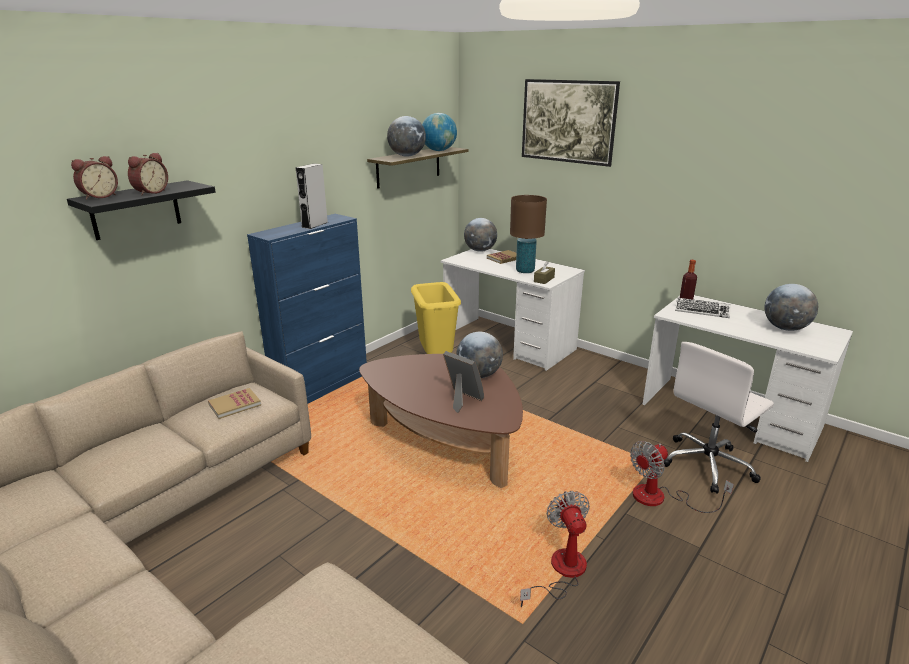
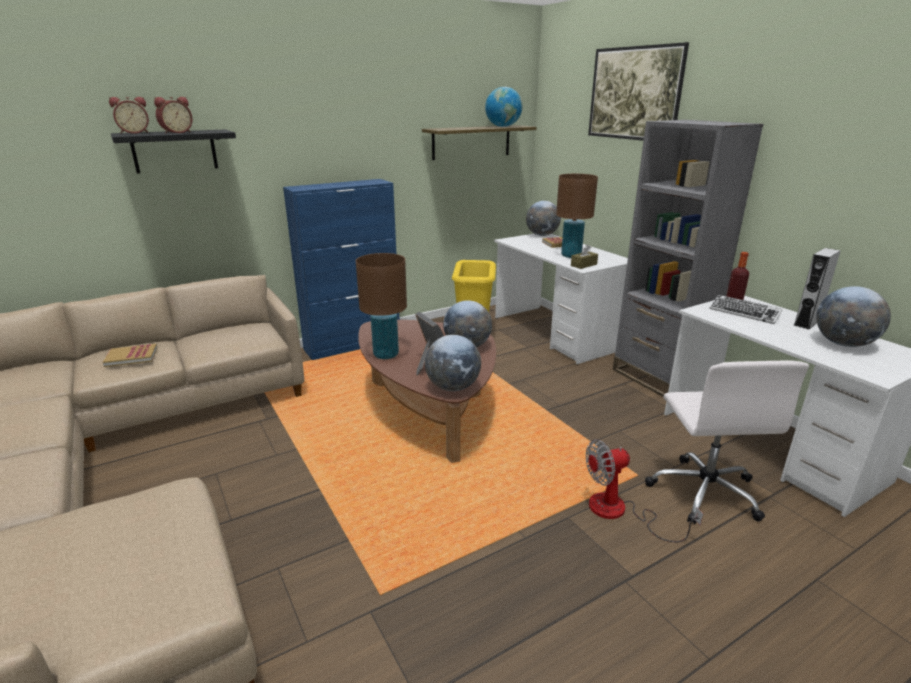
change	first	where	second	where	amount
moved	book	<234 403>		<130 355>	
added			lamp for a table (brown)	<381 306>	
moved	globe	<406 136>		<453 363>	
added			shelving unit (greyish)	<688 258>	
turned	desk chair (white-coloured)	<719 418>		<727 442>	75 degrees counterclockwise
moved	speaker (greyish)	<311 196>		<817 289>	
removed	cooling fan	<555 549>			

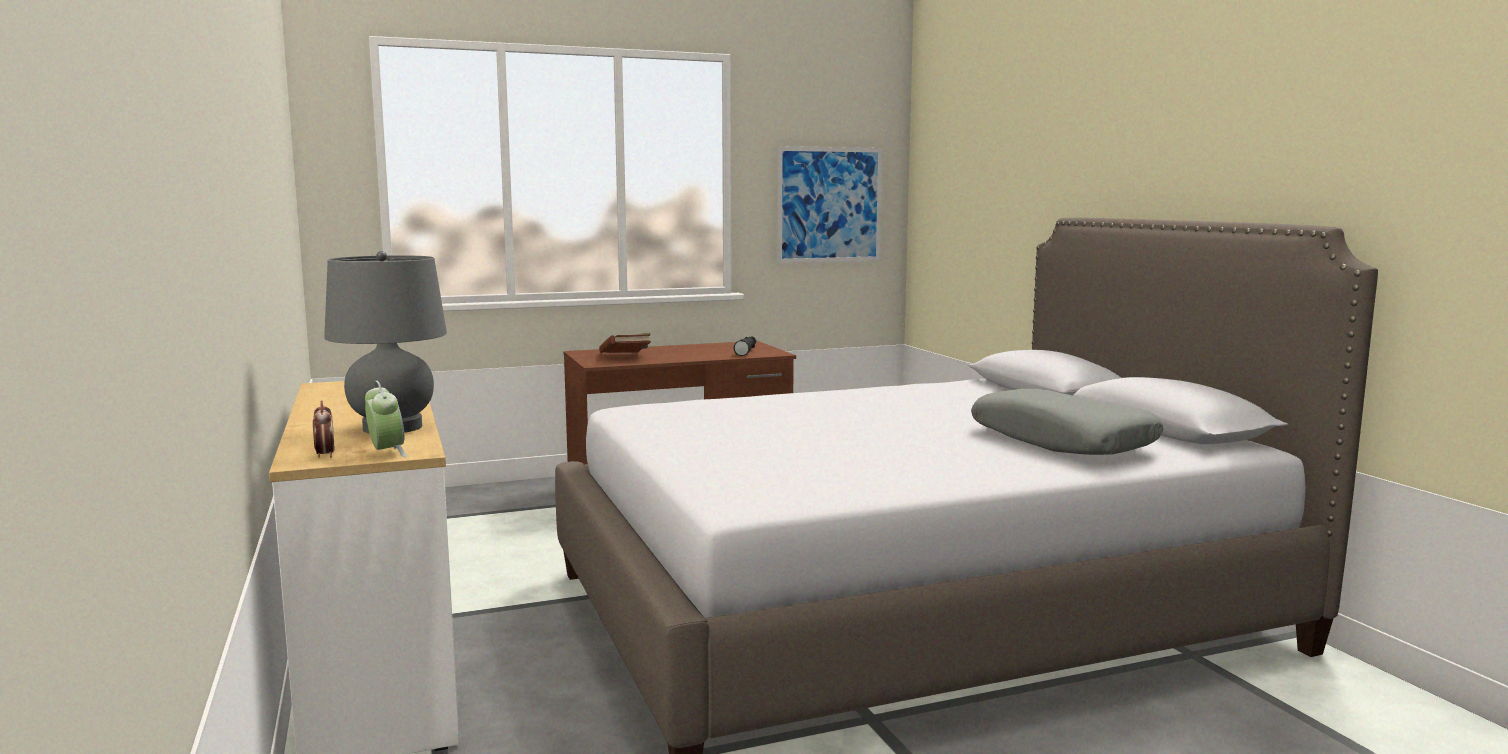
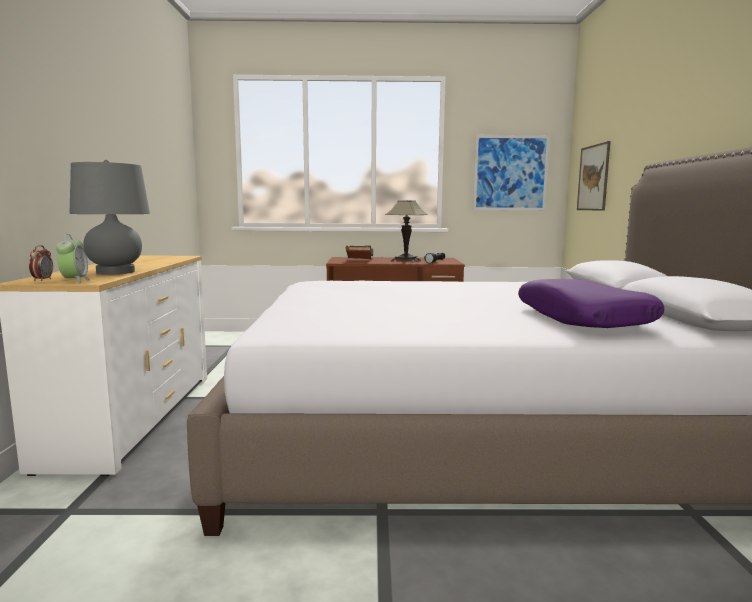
change	first	where	second	where	amount
added			lamp for a table	<406 231>	
recoloured	pillow (greyish)	<1067 422>	pillow (purple-coloured)	<591 303>	
added			picture	<594 176>	

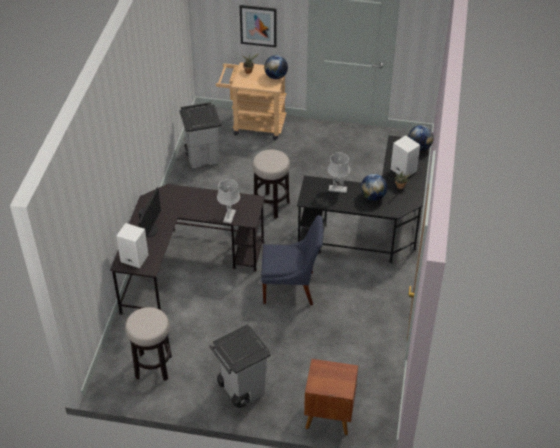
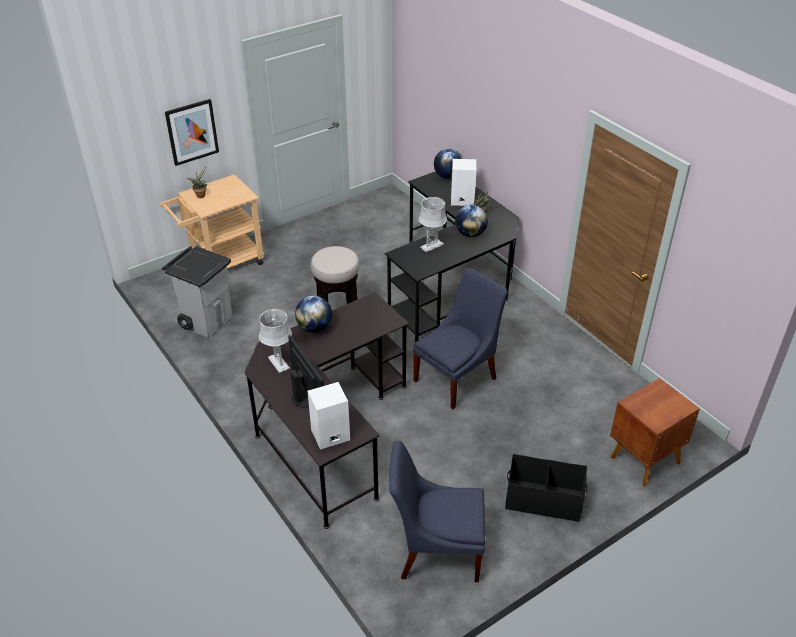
change	first	where	second	where	amount
moved	lamp for a table (greyish)	<228 201>		<275 341>	
moved	globe	<276 67>		<313 314>	
replaced	stool	<148 344>	plain chair (blue)	<437 511>	
replaced	waste bin (greyish)	<240 366>	storage bin (black)	<546 488>	

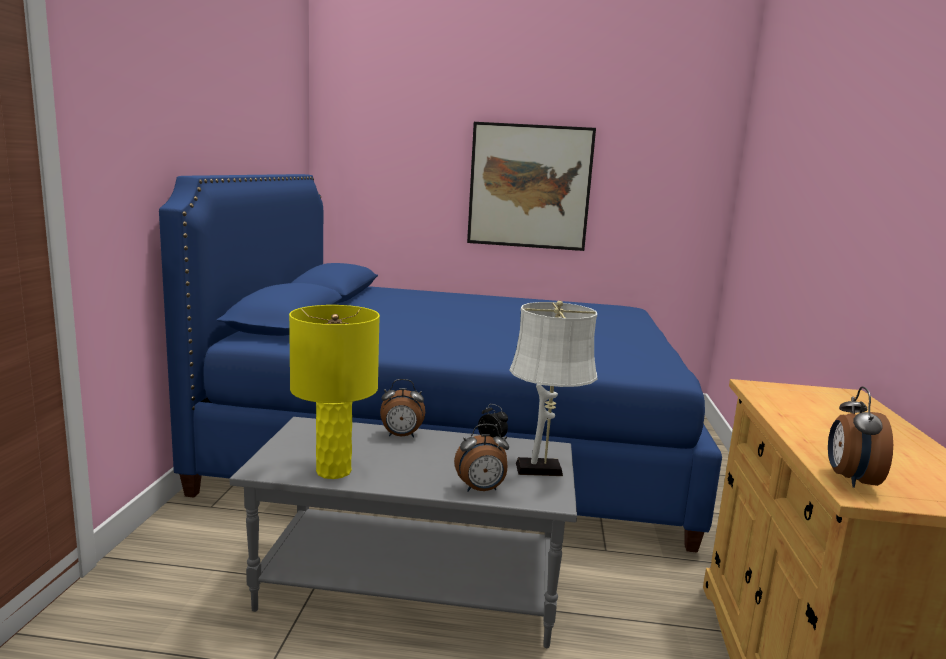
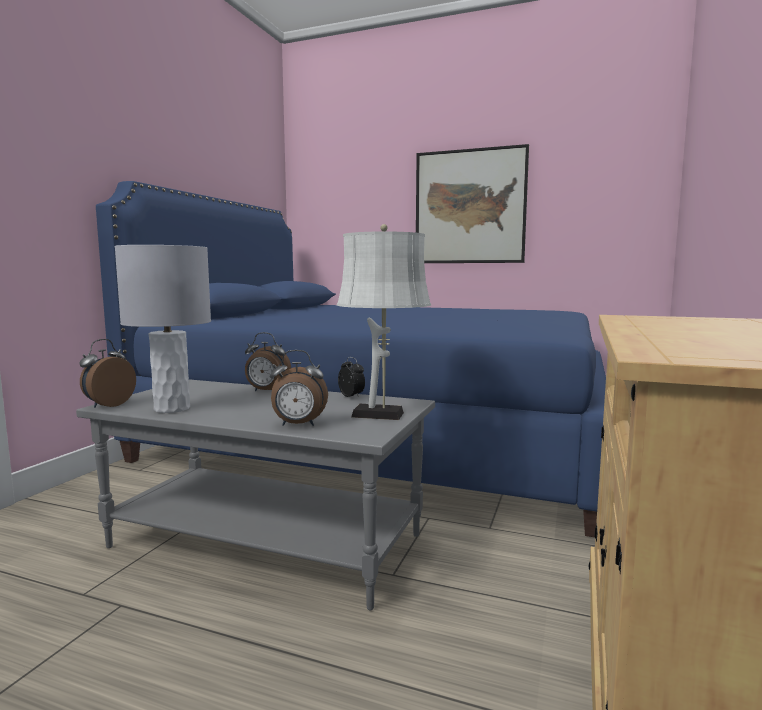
change	first	where	second	where	amount
moved	table clock	<860 437>		<108 373>	
recoloured	lamp for a table (yellowish)	<334 392>	lamp for a table (greyish)	<163 329>	

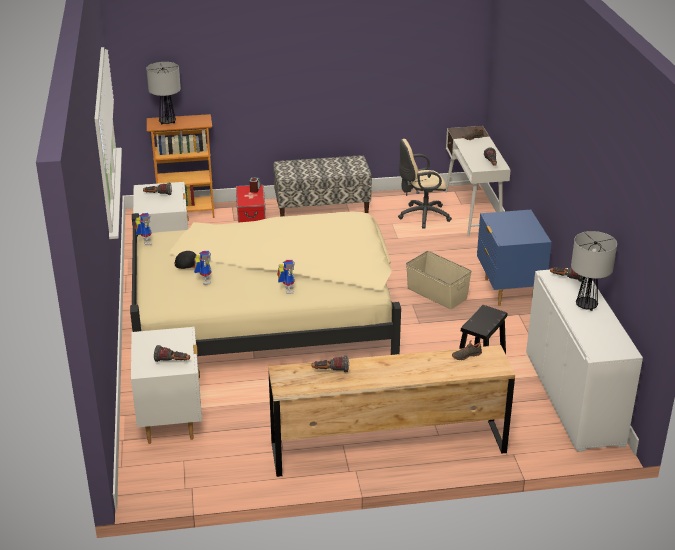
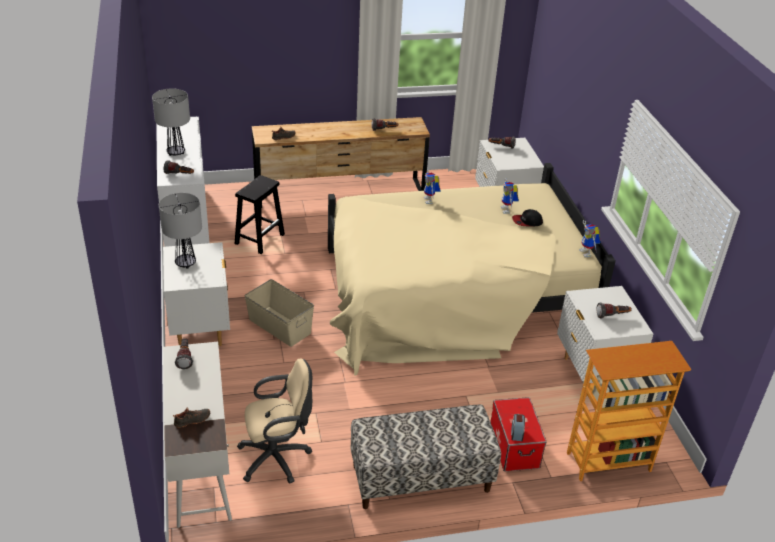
change	first	where	second	where	amount
moved	lamp for a table	<163 93>		<180 231>	
recoloured	nightstand (blue)	<514 258>	nightstand (white-coloured)	<196 294>	

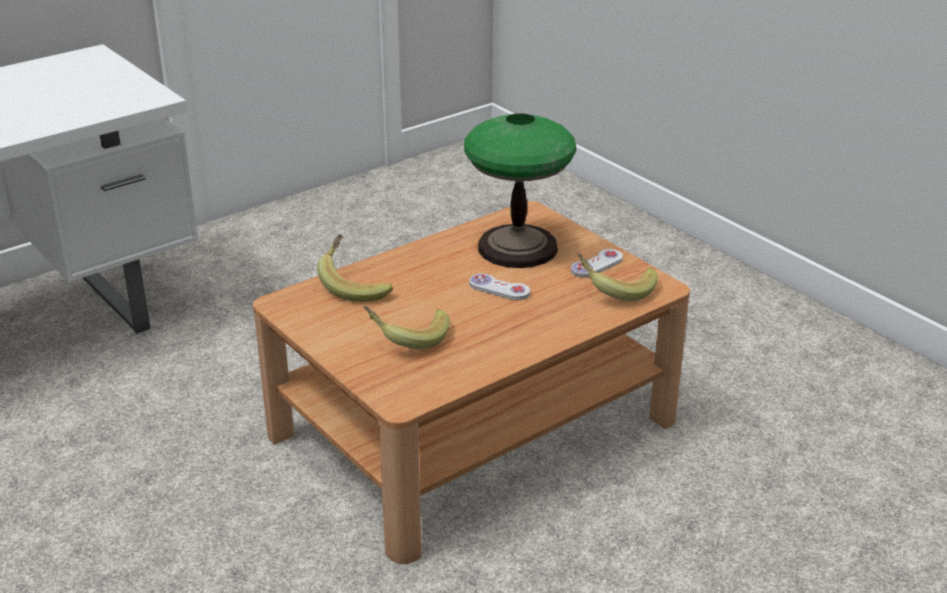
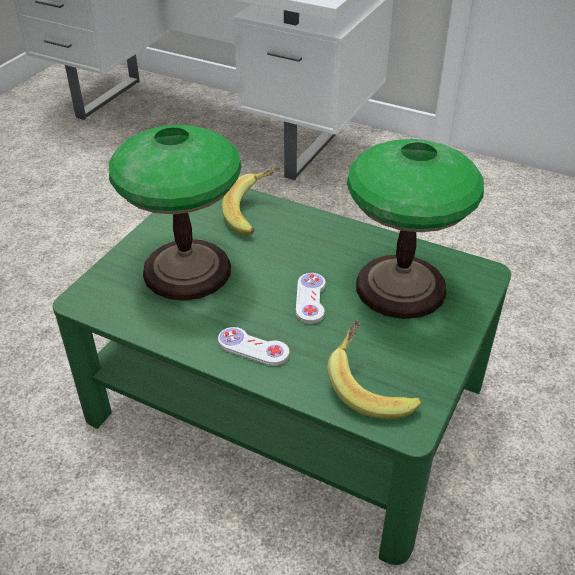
change	first	where	second	where	amount
recoloured	low table (brown)	<471 382>	low table (green)	<282 377>	
replaced	whole banana	<407 327>	lamp for a table	<175 213>	
moved	game controller (white-coloured)	<597 263>		<253 346>	

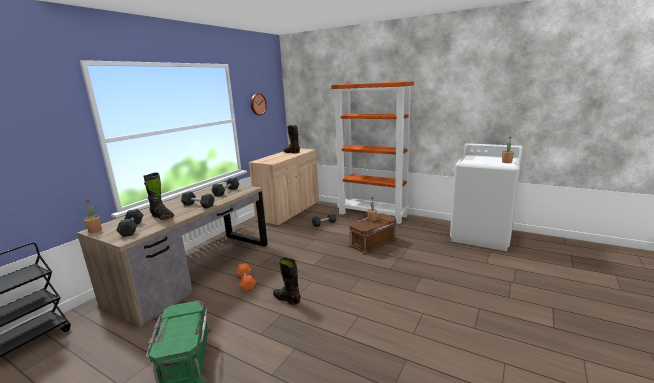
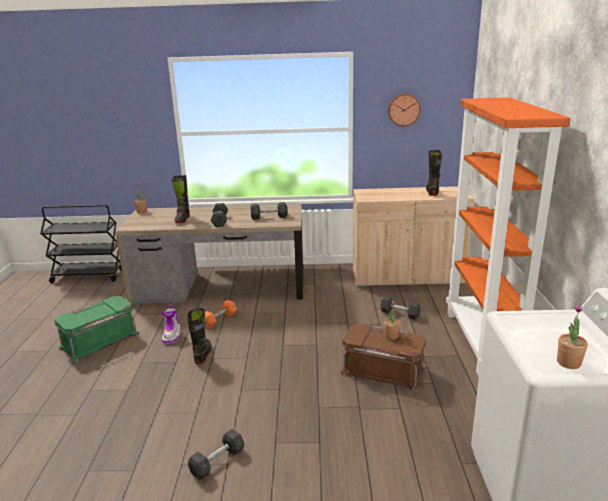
change	first	where	second	where	amount
added			high-top boot	<170 324>	
moved	dumbbell (greyish)	<129 223>		<216 454>	

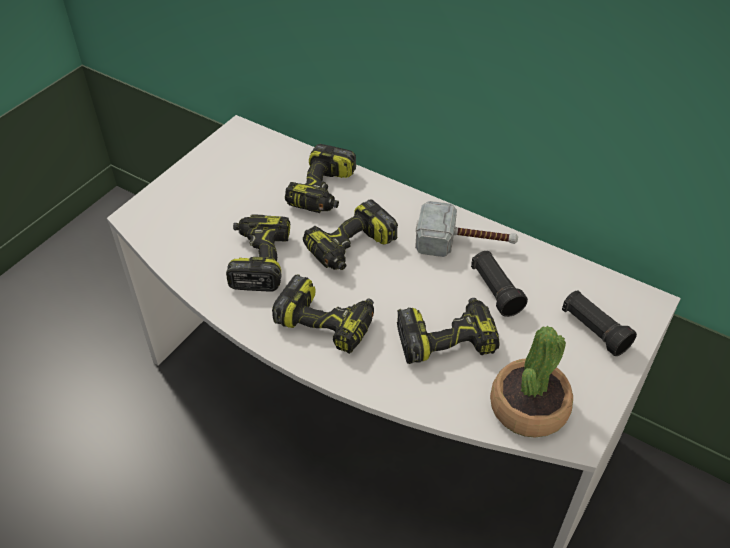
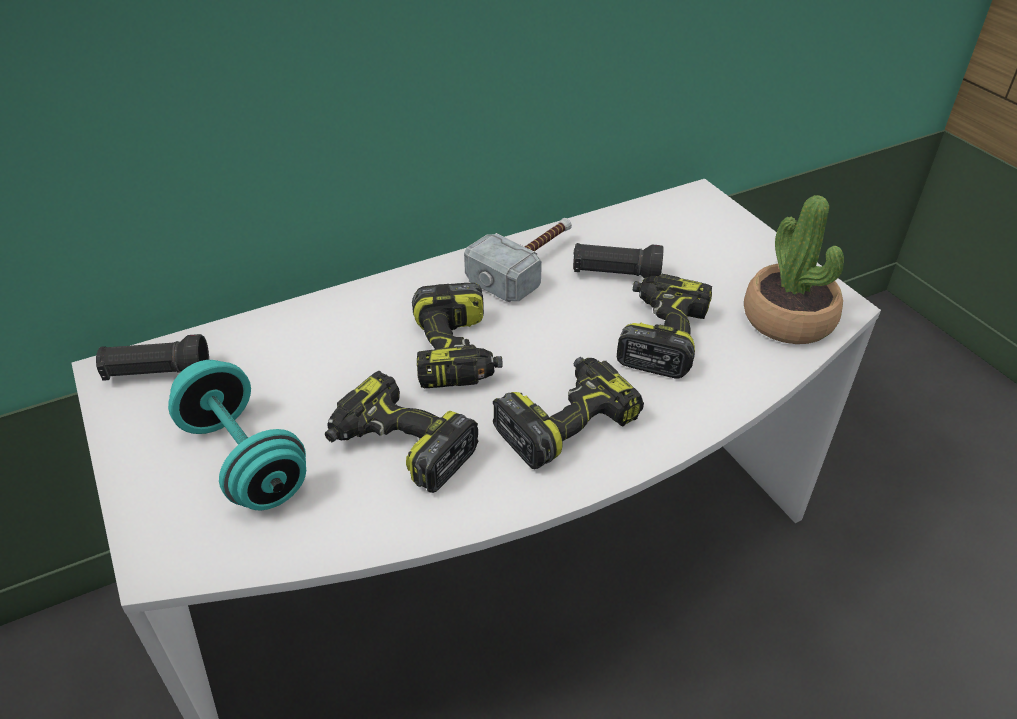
change	first	where	second	where	amount
moved	hand torch (black)	<599 323>		<152 357>	
added			dumbbell (turquoise)	<237 435>	
removed	power drill	<320 178>			

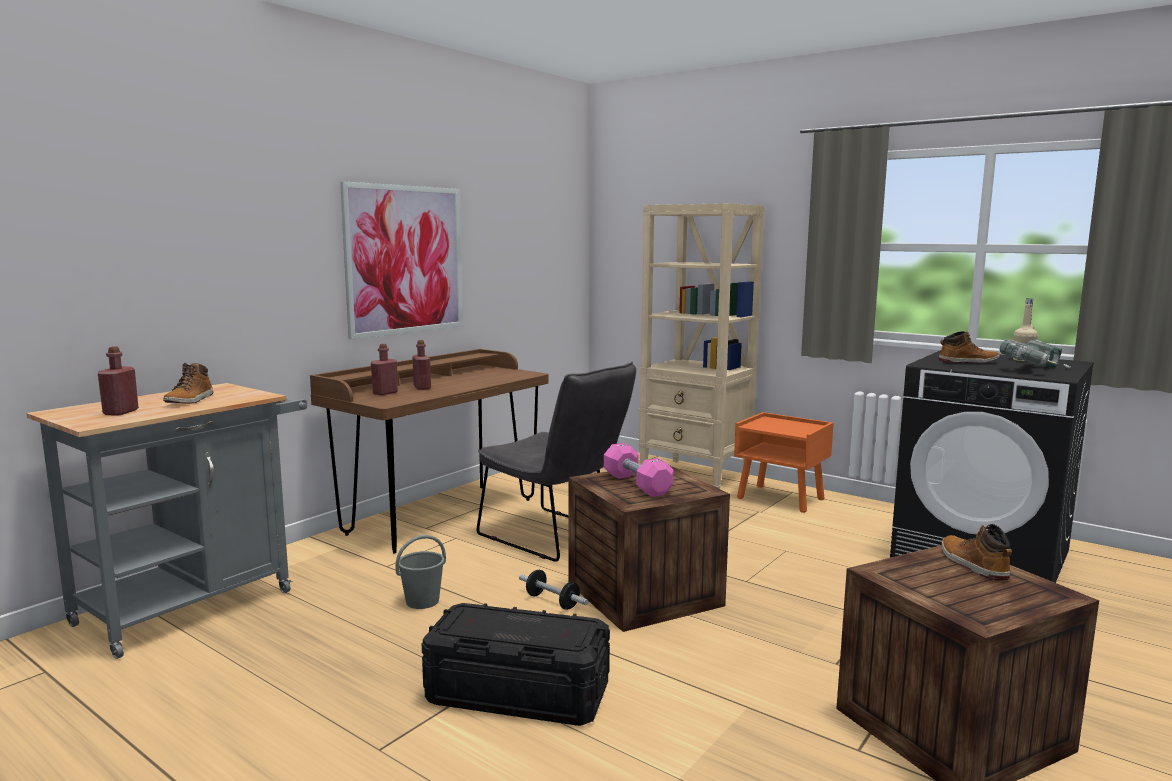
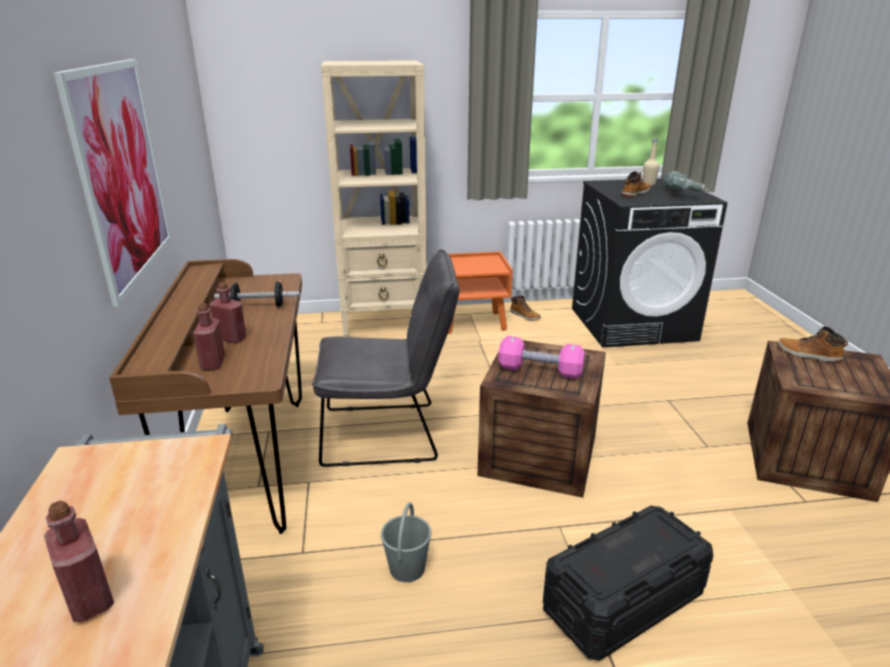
change	first	where	second	where	amount
moved	dumbbell	<554 590>		<256 294>	
moved	high-top boot	<188 383>		<525 308>	

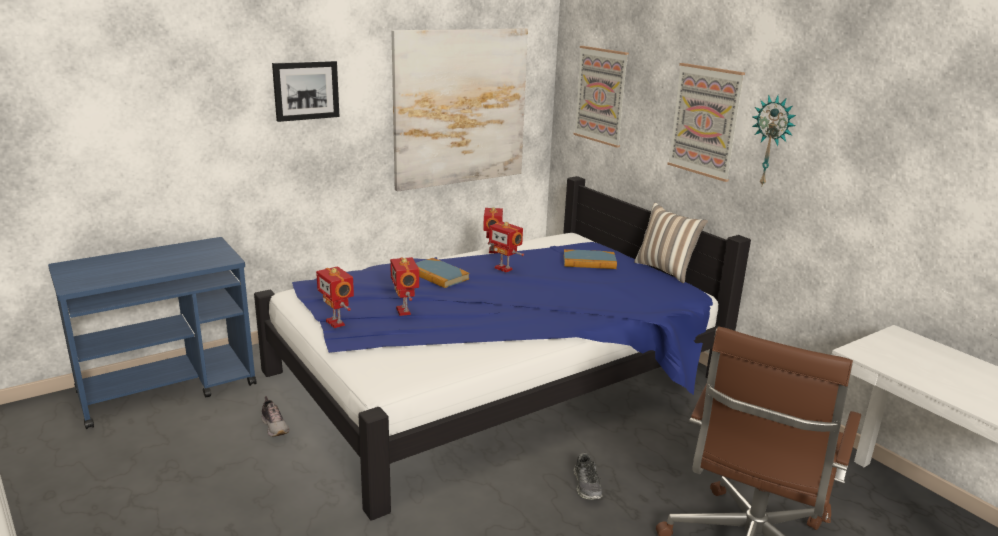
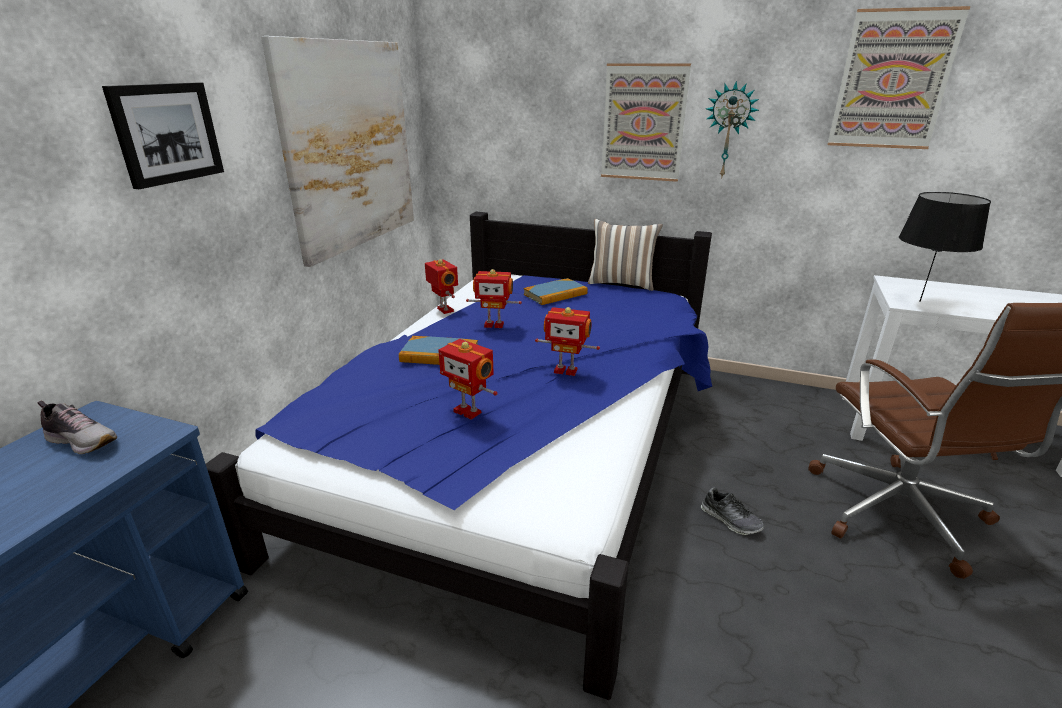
change	first	where	second	where	amount
moved	shoe	<275 416>		<77 427>	
moved	toy robot	<335 297>		<567 341>	
moved	picture	<601 96>		<899 77>	
added			lamp for a table (black)	<945 247>	

